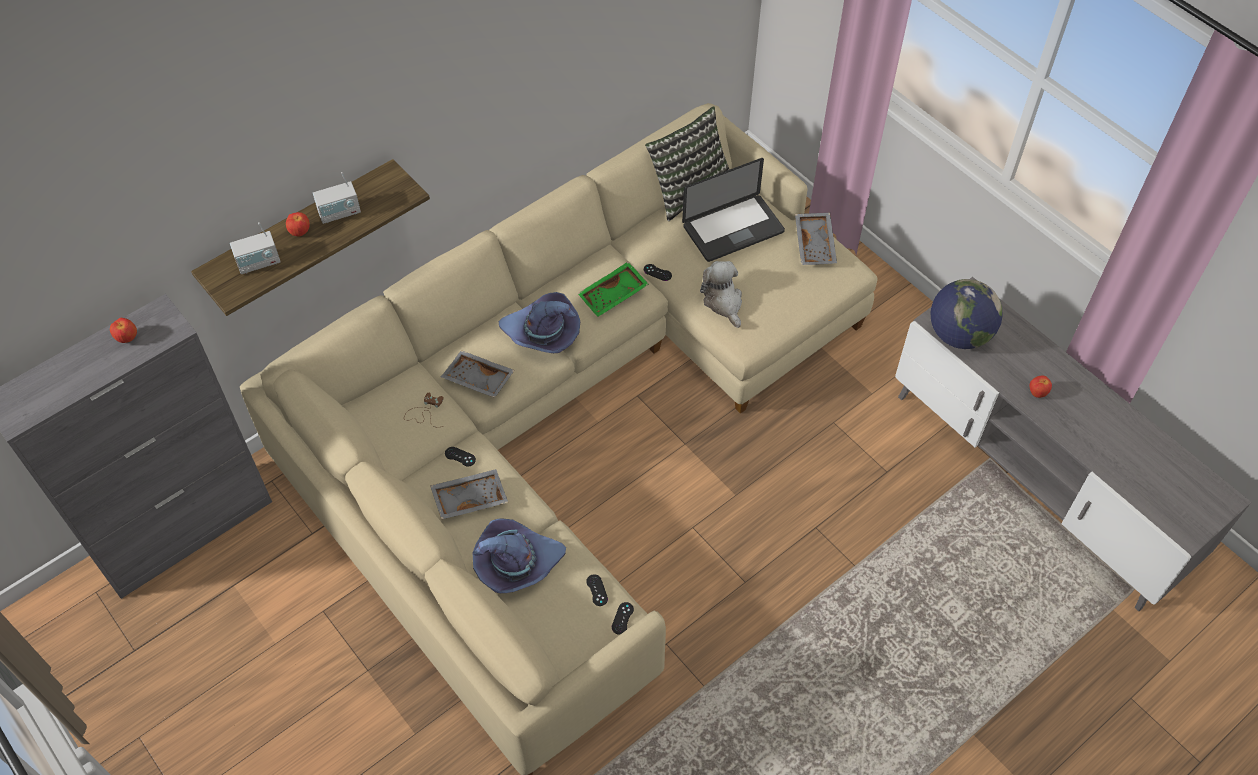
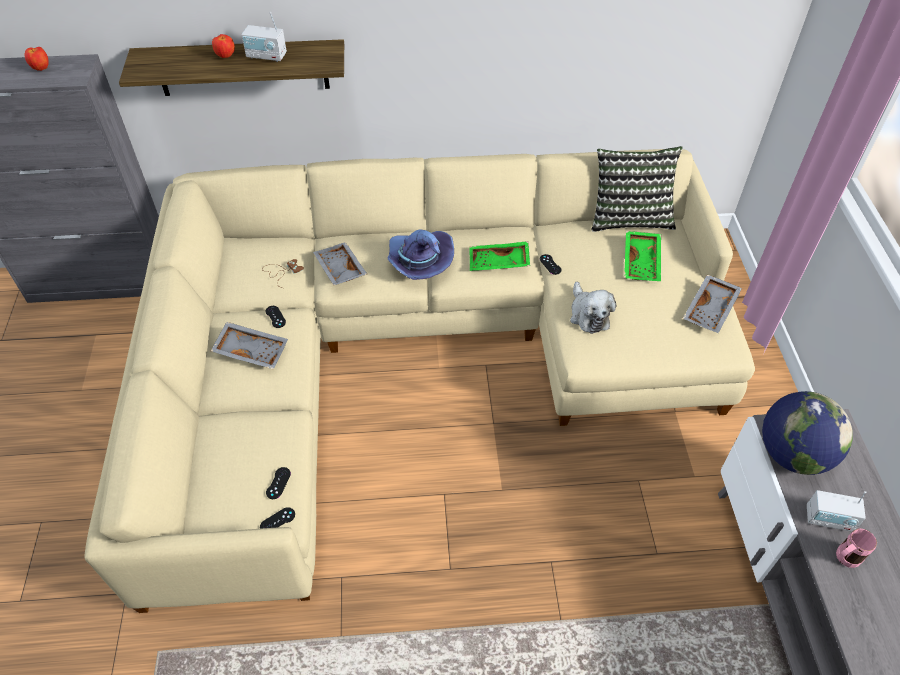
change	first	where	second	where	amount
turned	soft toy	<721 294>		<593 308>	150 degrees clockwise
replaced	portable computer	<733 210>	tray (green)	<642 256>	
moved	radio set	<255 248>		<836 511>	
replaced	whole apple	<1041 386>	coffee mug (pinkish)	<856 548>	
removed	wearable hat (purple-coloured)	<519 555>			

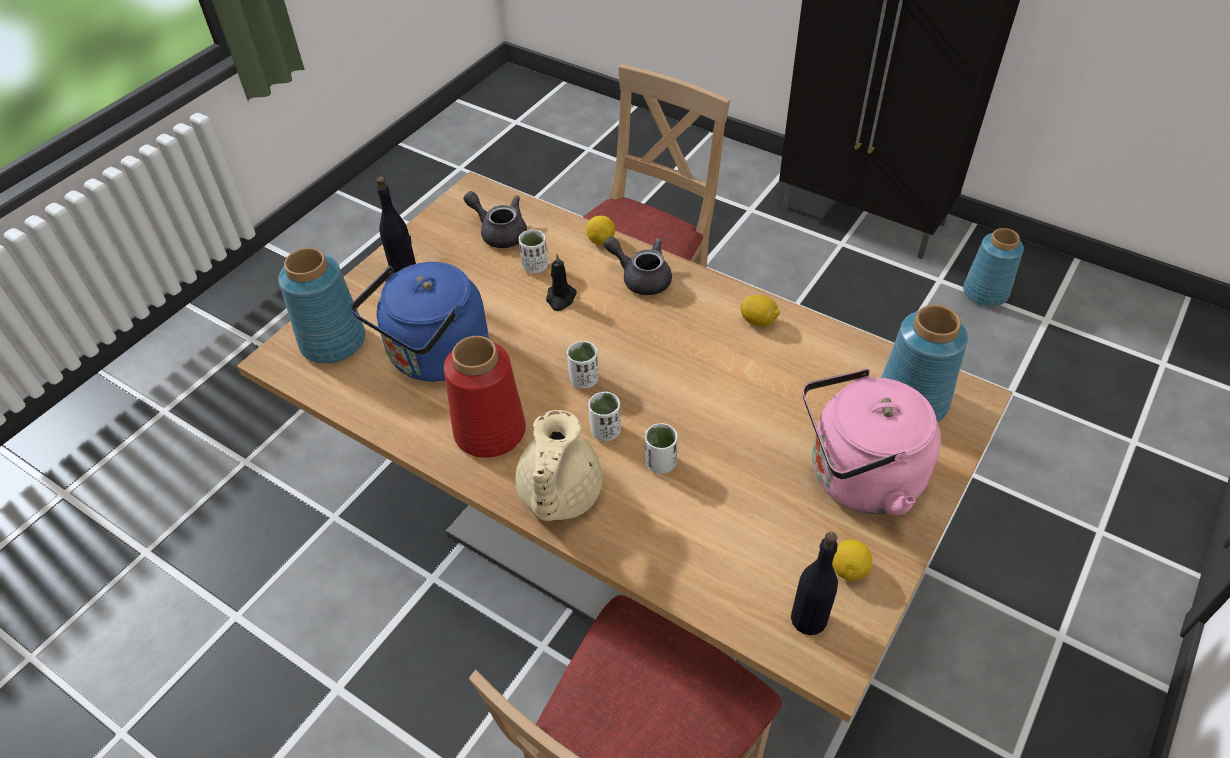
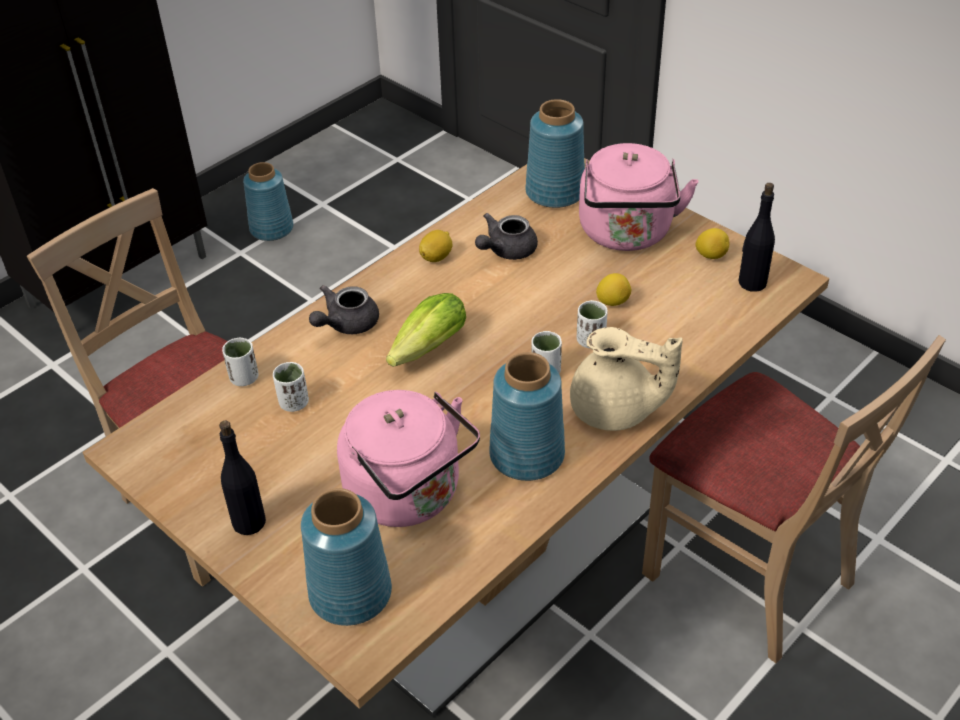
change	first	where	second	where	amount
moved	small cup (white-coloured)	<583 365>		<240 362>	
recoloured	kettle (blue)	<420 322>	kettle (pinkish)	<408 458>	
added			lettuce head	<426 330>	
moved	teapot (greyish)	<495 219>		<506 236>	
recoloured	flower vase (reddish)	<485 397>	flower vase (blue)	<527 416>	
moved	lemon	<600 230>		<613 289>	
removed	candle (black)	<561 282>			

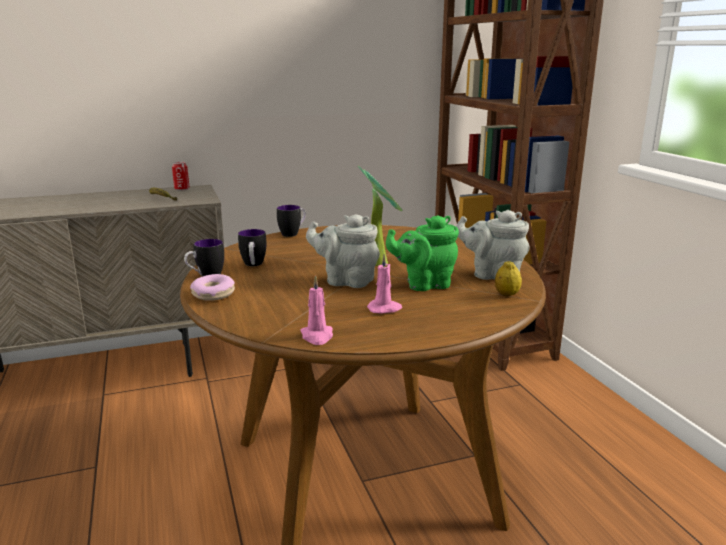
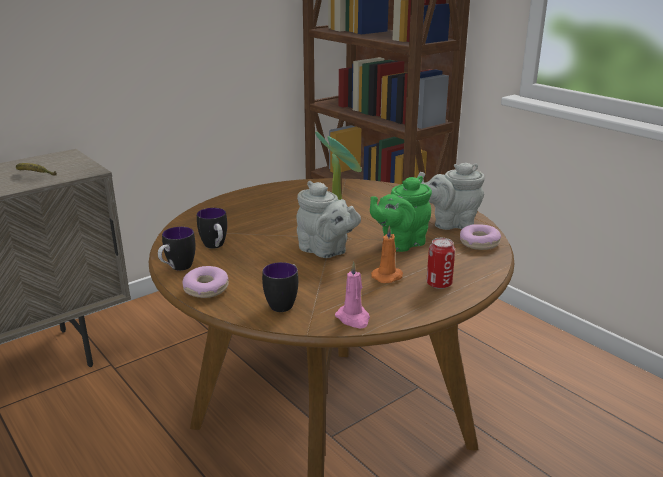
change	first	where	second	where	amount
moved	coffee mug	<291 221>		<280 287>	
turned	teapot (greyish)	<343 251>		<328 219>	135 degrees counterclockwise
recoloured	candle (pinkish)	<384 284>	candle (orange-coloured)	<387 254>	
moved	sealed can	<180 176>		<440 263>	
replaced	lemon	<508 278>	doughnut	<480 237>	

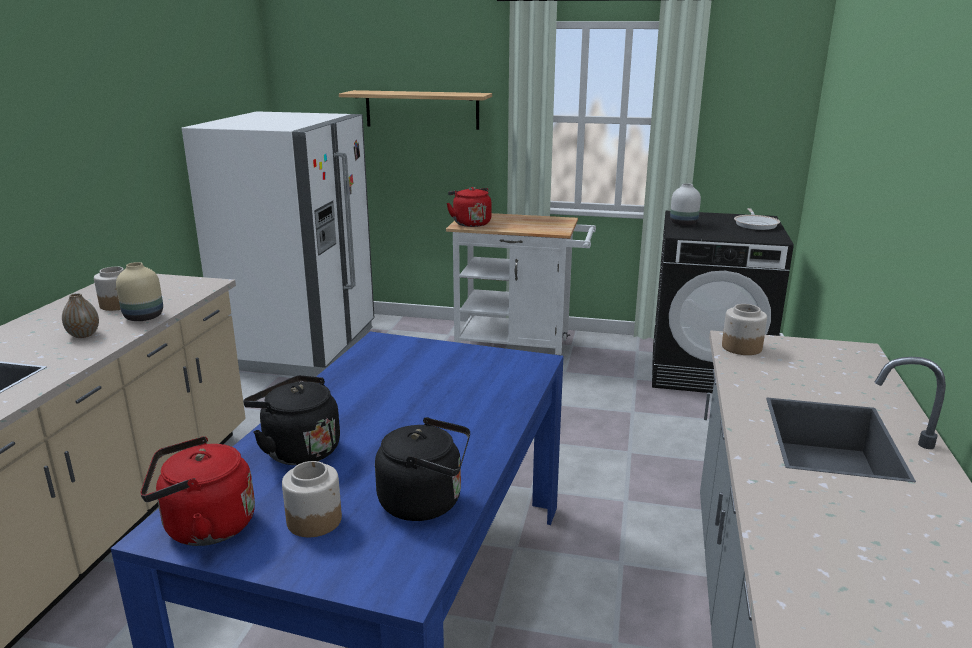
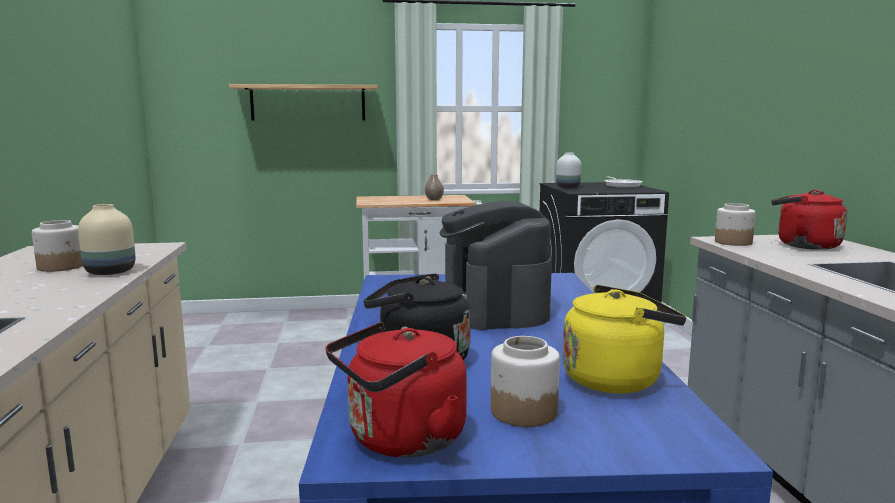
change	first	where	second	where	amount
moved	flower vase	<80 315>		<434 187>	
added			coffee brewer	<496 265>	
recoloured	kettle (black)	<422 469>	kettle (yellowish)	<624 339>	
moved	kettle (reddish)	<469 207>		<809 220>	
removed	refrigerator (white-coloured)	<278 244>			

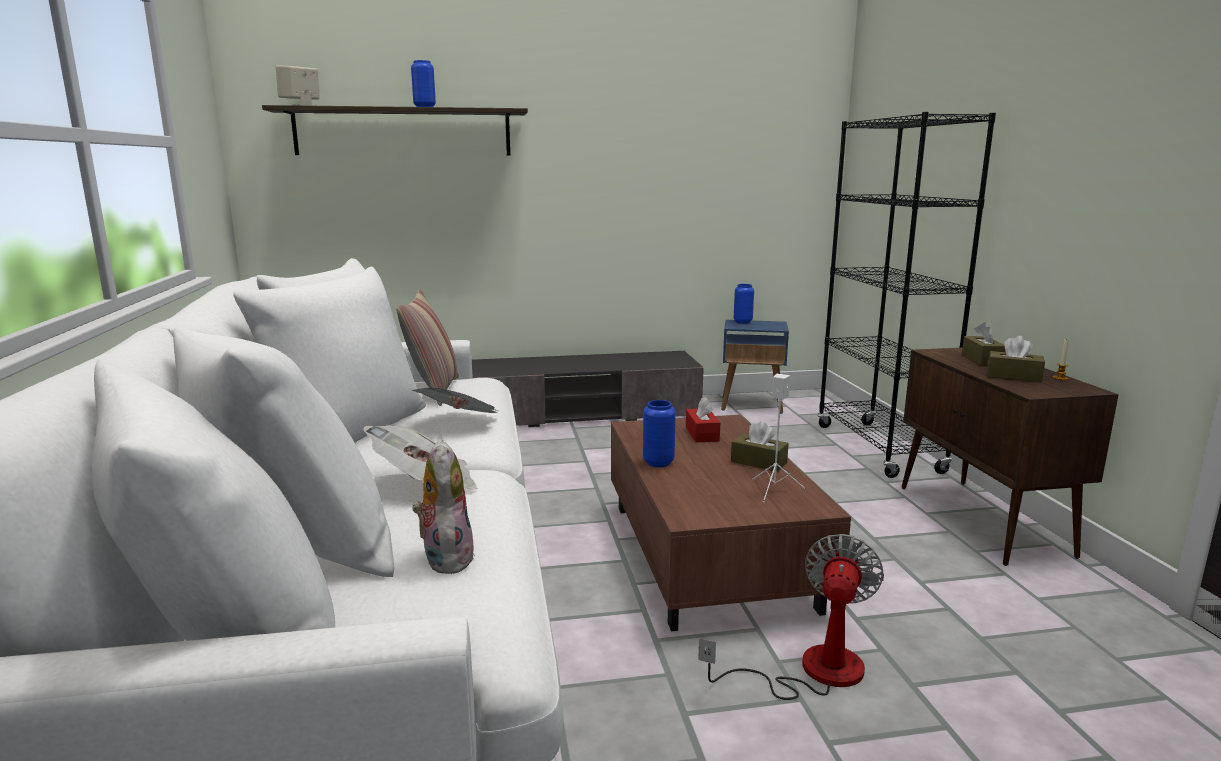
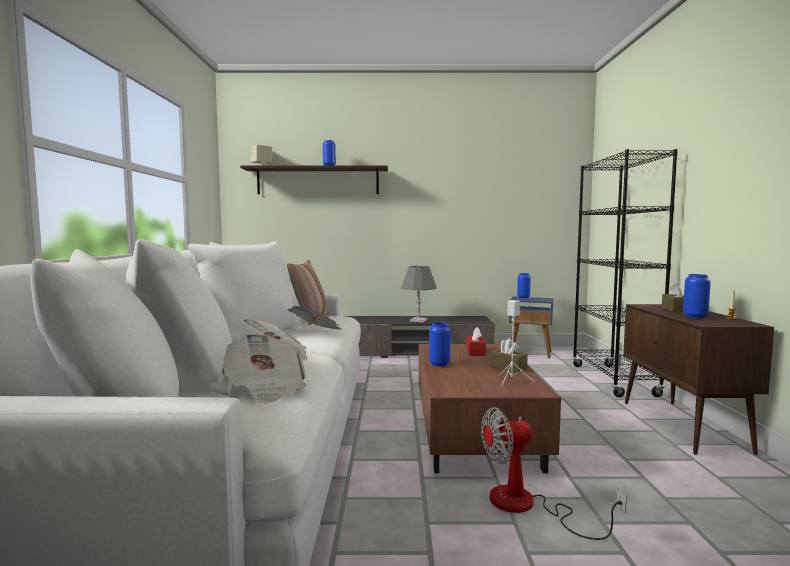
change	first	where	second	where	amount
replaced	soft toy	<443 506>	newspaper	<264 368>	
added			lamp for a table (greyish)	<419 294>	
turned	cooling fan	<791 617>		<554 473>	135 degrees counterclockwise
replaced	box of tissues (brown)	<1016 359>	flower vase (blue)	<697 296>	

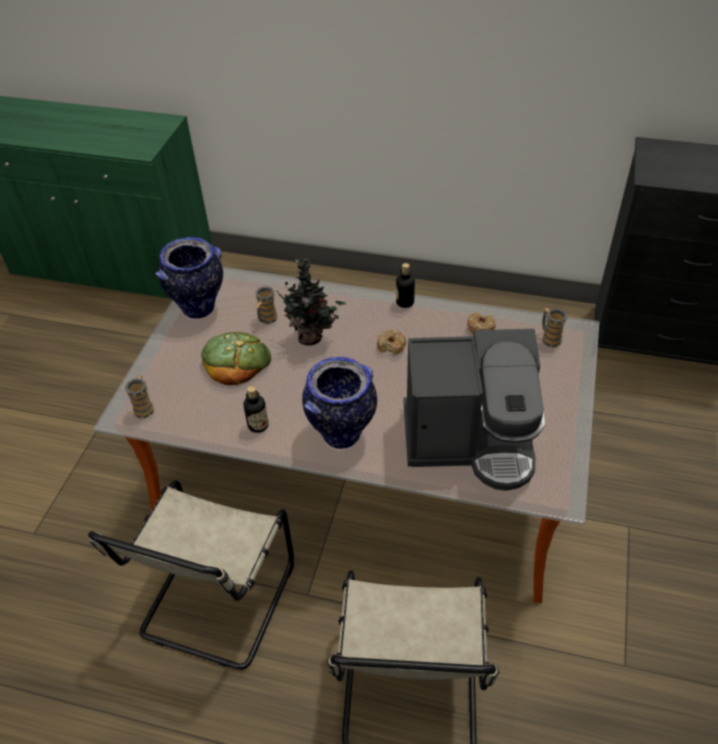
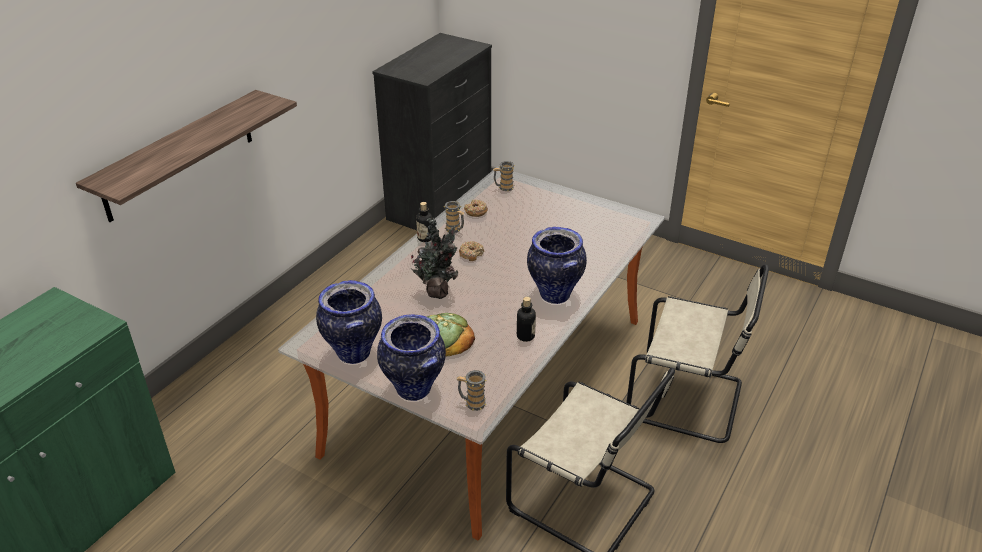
change	first	where	second	where	amount
added			wall shelf	<186 156>	
added			flower vase	<411 357>	
moved	coffee mug	<266 305>		<454 217>	
removed	coffee brewer	<474 410>			

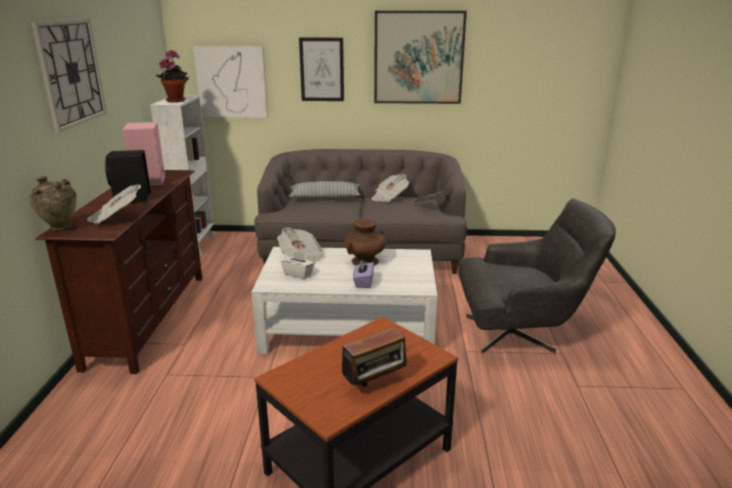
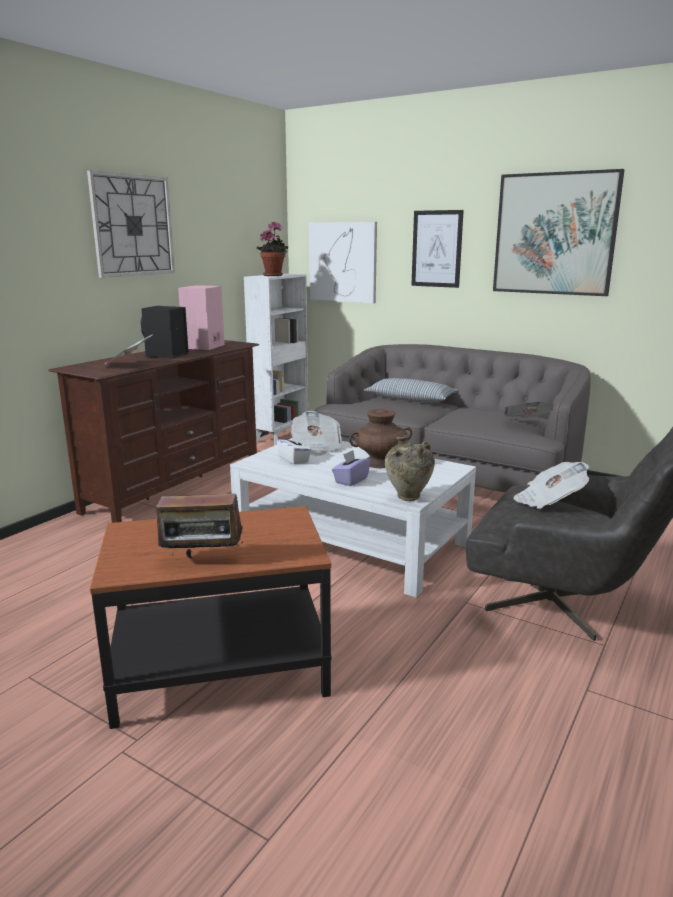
change	first	where	second	where	amount
moved	flower vase (beige-coloured)	<53 203>		<410 468>	
moved	newspaper	<390 188>		<551 485>	

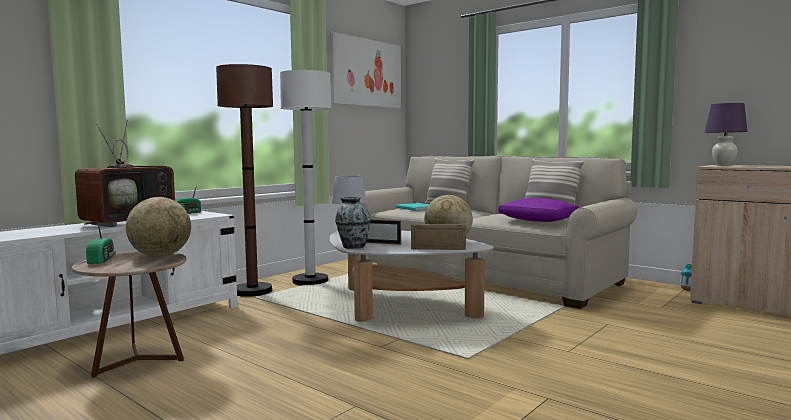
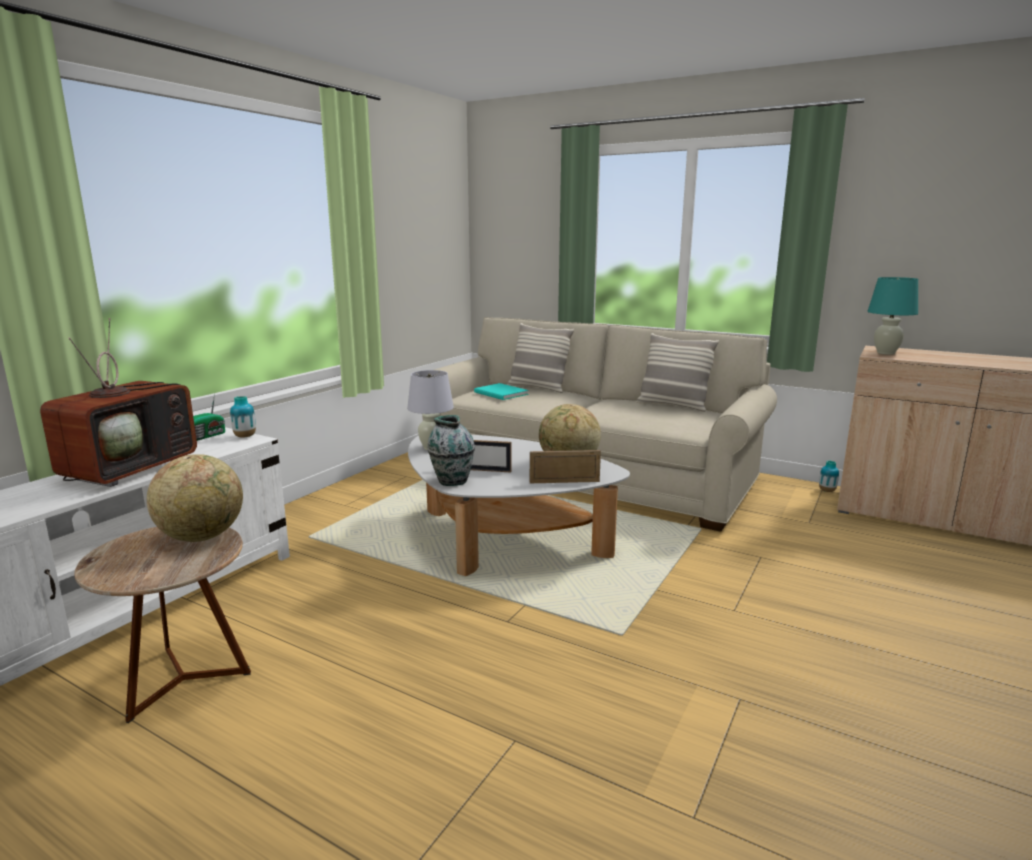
change	first	where	second	where	amount
added			flower vase	<243 417>	
recoloured	lamp for a table (purple-coloured)	<726 134>	lamp for a table (turquoise)	<893 316>	
removed	radio set	<101 242>			
removed	floor lamp (brown)	<244 180>			
removed	floor lamp (white-coloured)	<305 177>			
removed	picture	<365 70>			
removed	pillow (purple-coloured)	<538 210>			

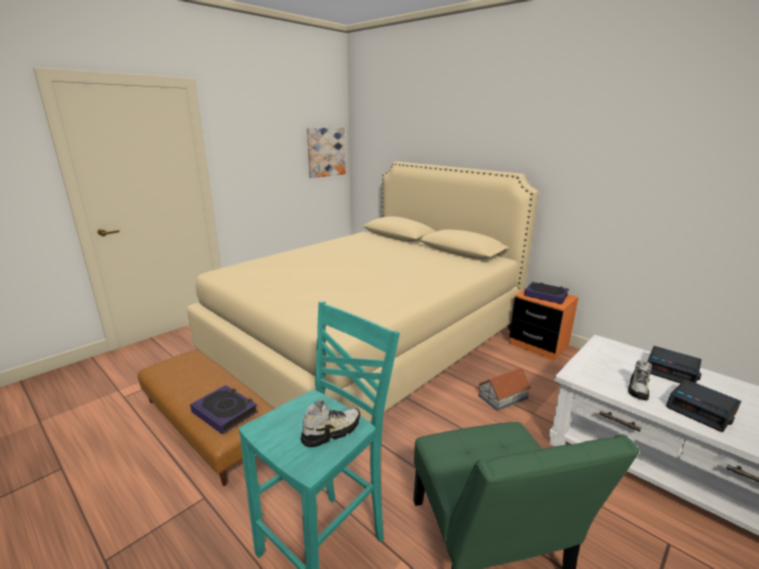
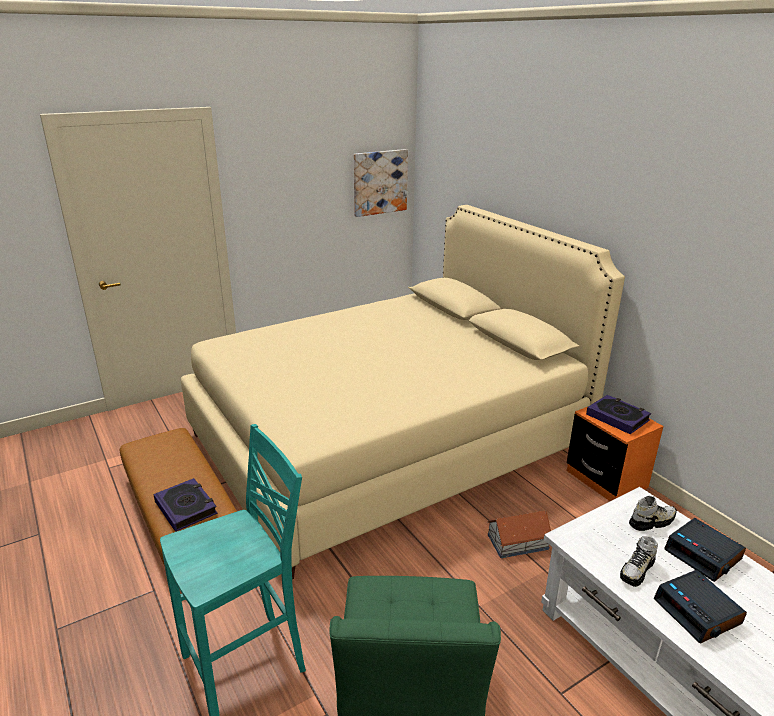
change	first	where	second	where	amount
moved	shoe	<330 423>		<653 513>	

